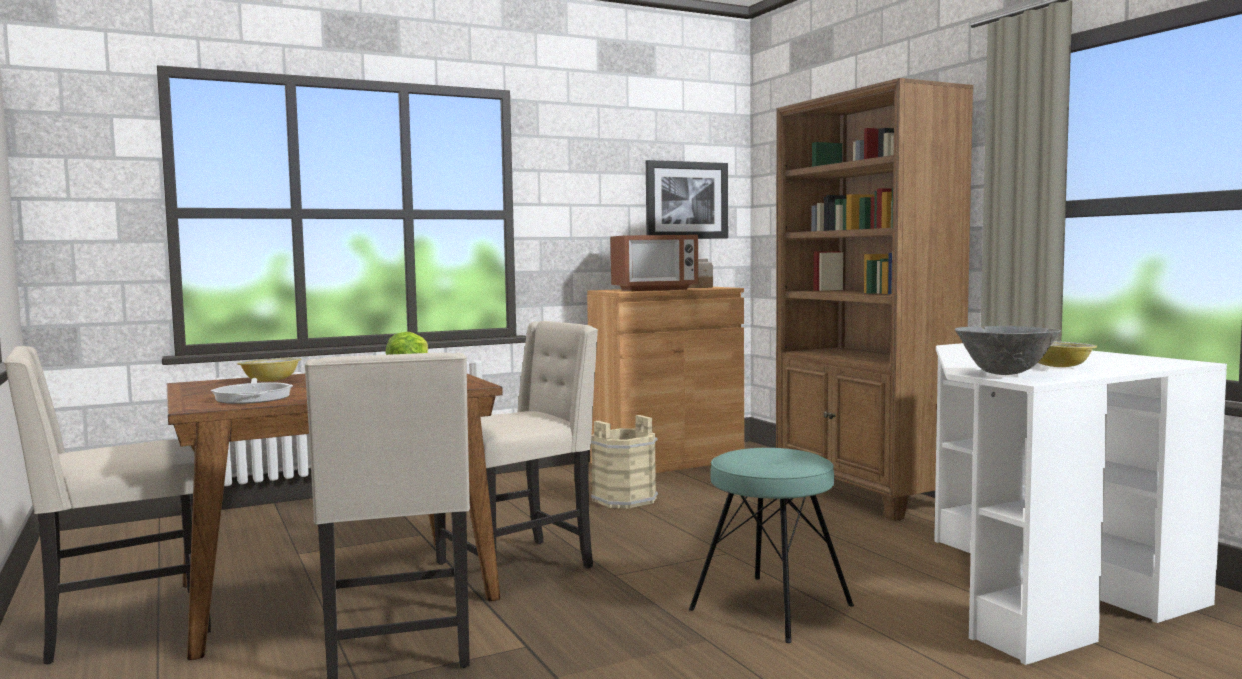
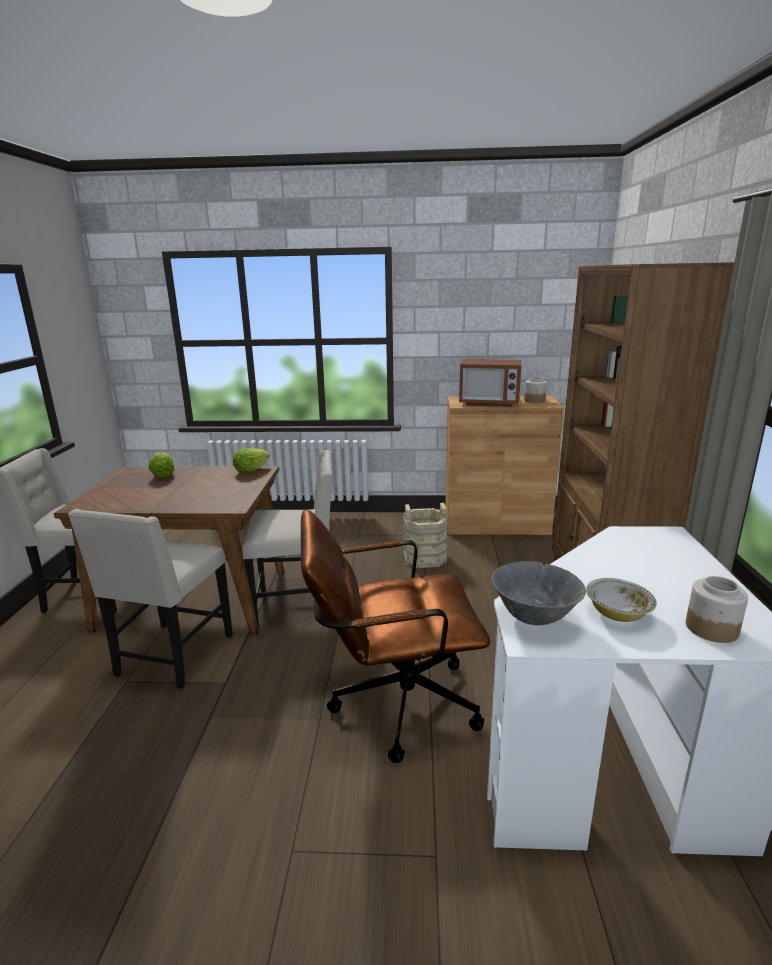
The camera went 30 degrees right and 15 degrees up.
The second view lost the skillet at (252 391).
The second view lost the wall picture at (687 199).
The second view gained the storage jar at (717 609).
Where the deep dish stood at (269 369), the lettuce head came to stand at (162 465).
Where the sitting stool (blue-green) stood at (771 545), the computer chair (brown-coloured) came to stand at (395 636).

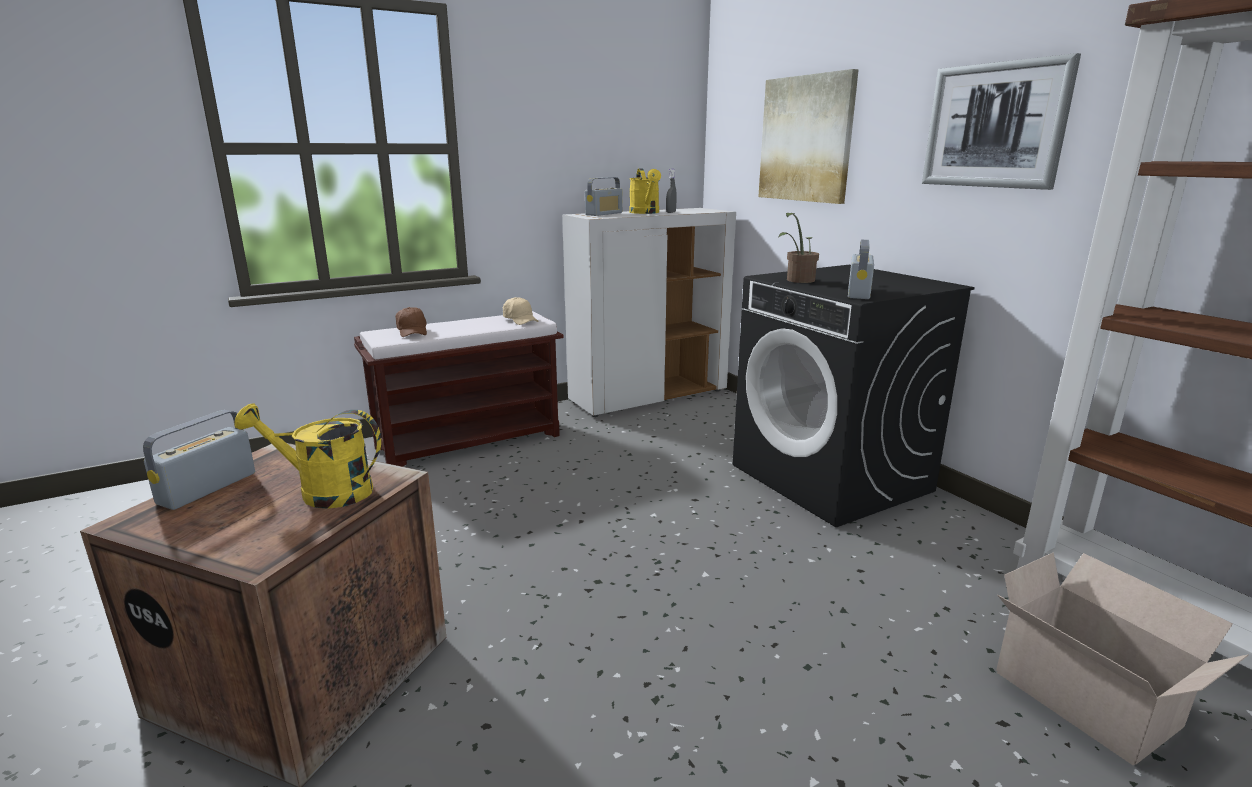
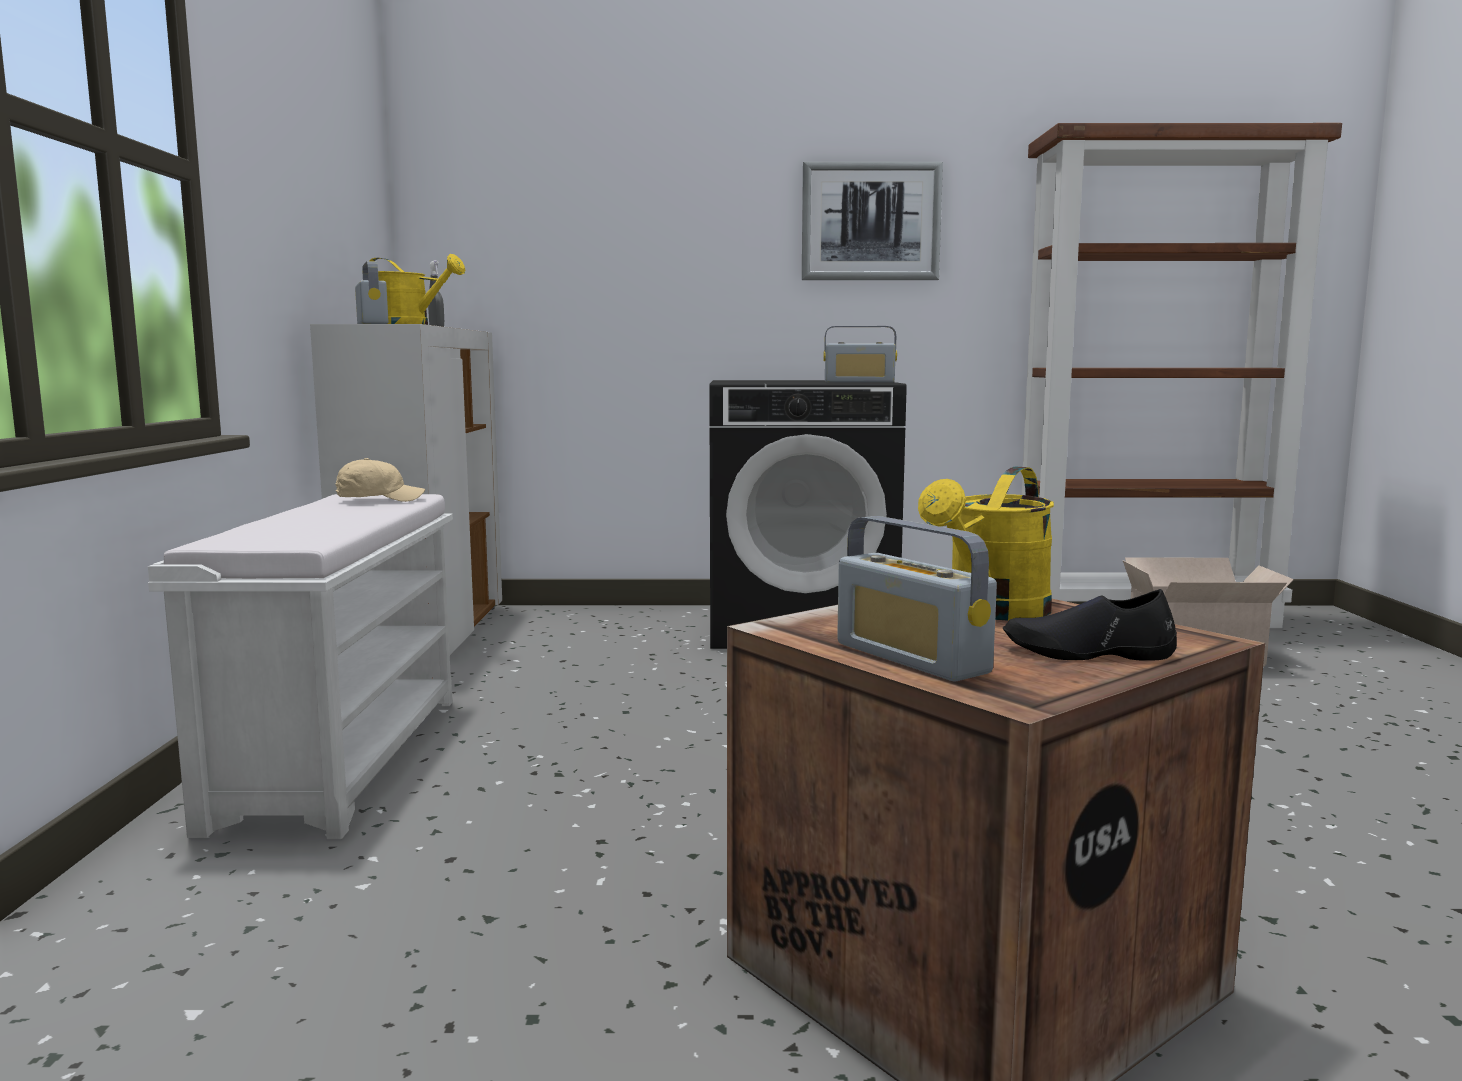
The camera went 60 degrees left and 10 degrees down.
The second view lost the peaked cap (brown-coloured) at (411 322).
The second view lost the wall picture at (808 136).
The second view lost the potted plant at (798 247).
The second view gained the low shoe (black-coloured) at (1090 625).
What was the bench (brown-coloured) at (459 389) turned into the bench (white-coloured) at (300 666).
The radio at (861 269) ended up facing another way, 135 degrees clockwise from before.

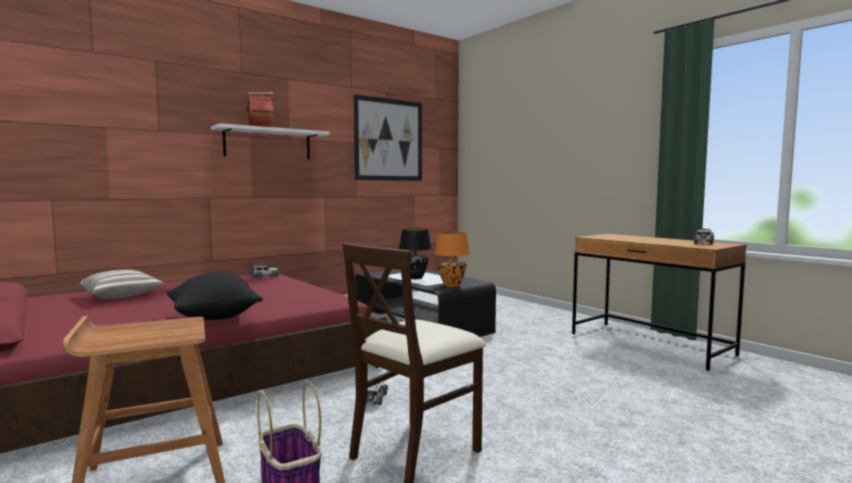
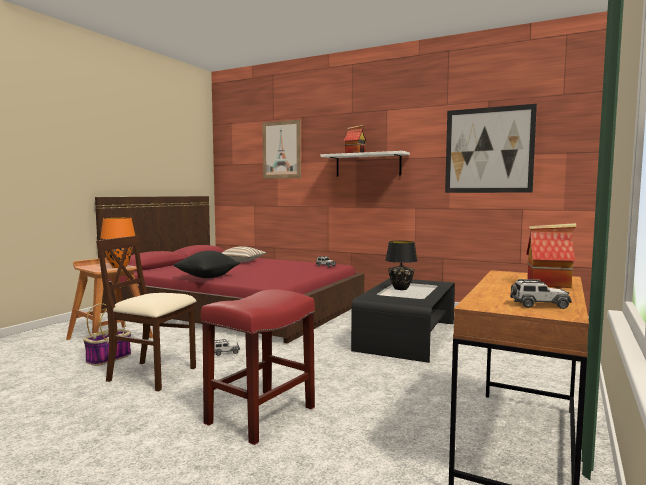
The camera went 65 degrees right and 0 degrees up.
The second view gained the sitting stool (red) at (258 367).
The second view gained the wall picture at (281 149).
The second view gained the toy house at (551 255).
The table lamp (orangey) ended up elsewhere, having gone from (452 259) to (117 243).

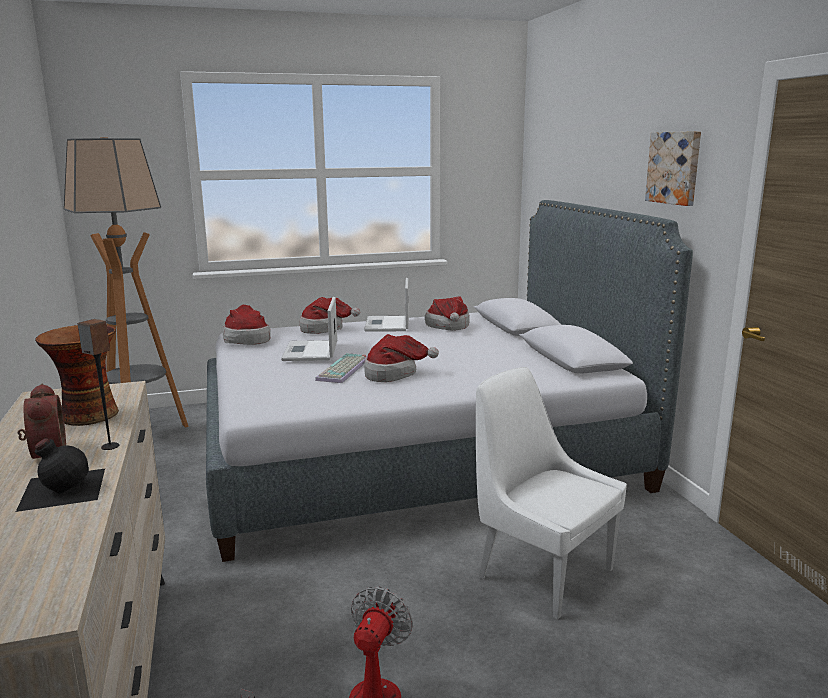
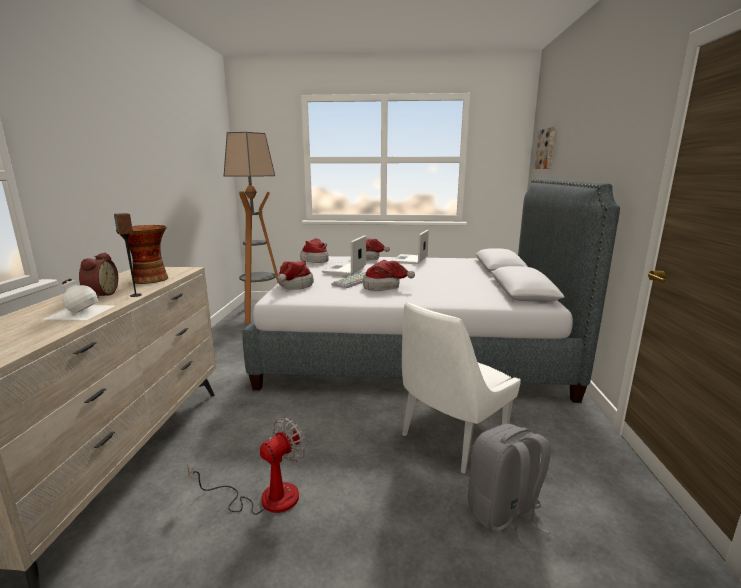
The camera went 20 degrees right and 0 degrees up.
The second view gained the backpack (greyish) at (509 486).
The clothing hat ended up elsewhere, having gone from (447 313) to (296 275).
The wall picture ended up elsewhere, having gone from (673 168) to (544 148).
What was the beverage bottle (black-coloured) at (60 475) turned into the beverage bottle (white-coloured) at (80 299).
The plain chair (white-coloured) at (551 493) ended up facing another way, 105 degrees counterclockwise from before.

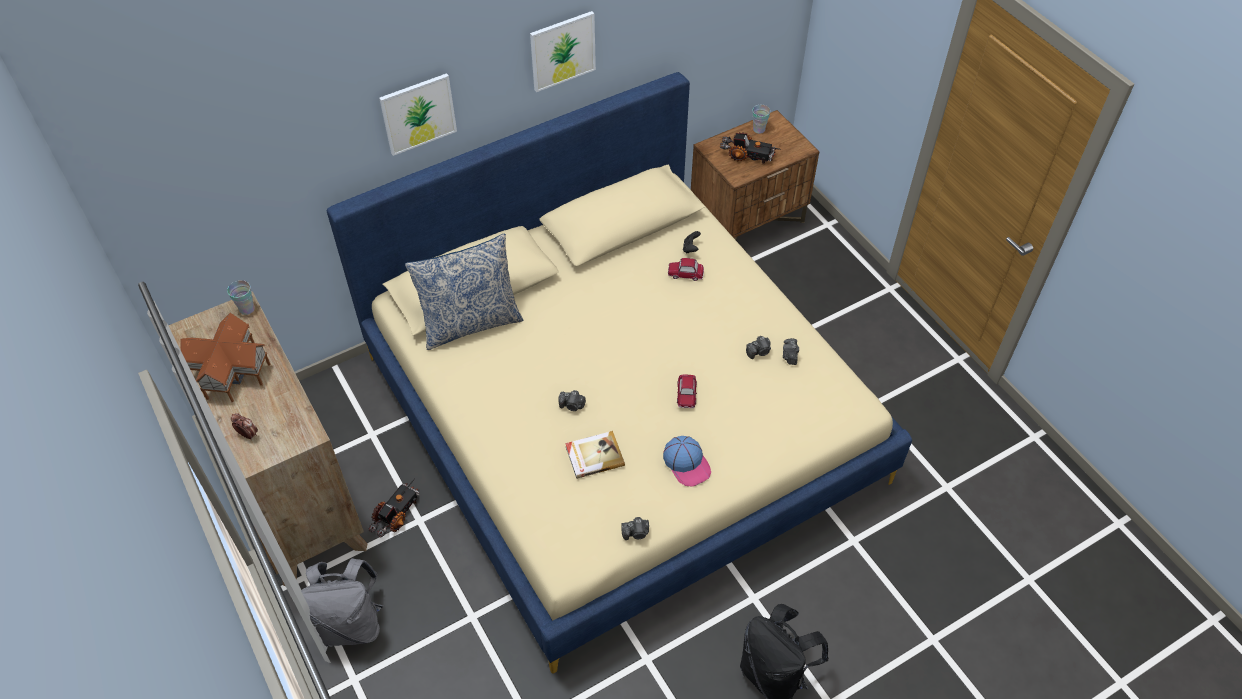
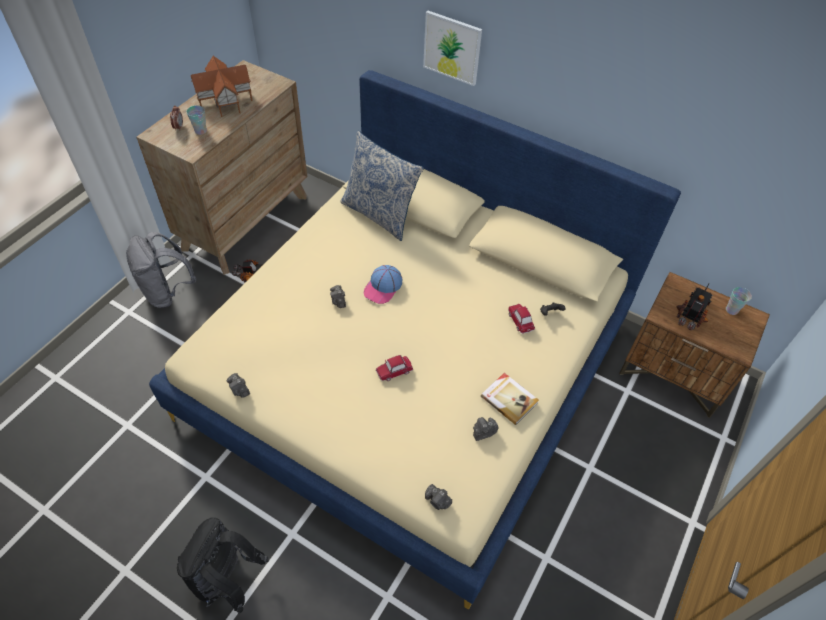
The camera went 60 degrees right and 0 degrees up.
The second view lost the wall picture at (563 51).
The cup ended up elsewhere, having gone from (241 297) to (196 120).
The bound book ended up elsewhere, having gone from (595 455) to (510 399).
The peaked cap ended up elsewhere, having gone from (687 461) to (383 284).
The still camera ended up elsewhere, having gone from (758 347) to (438 497).
The toy truck at (750 148) ended up facing another way, 135 degrees counterclockwise from before.

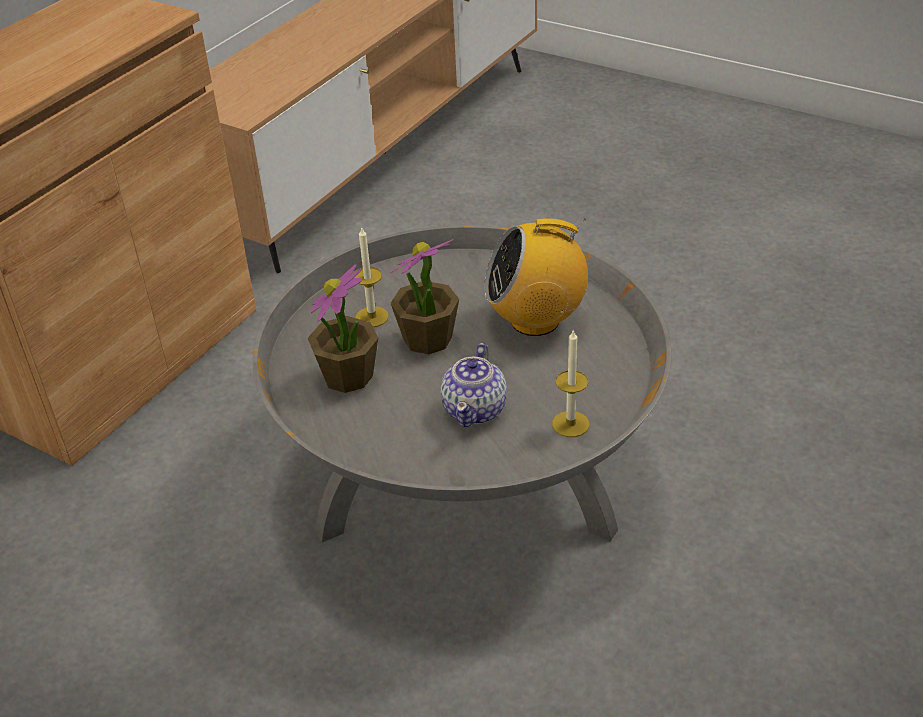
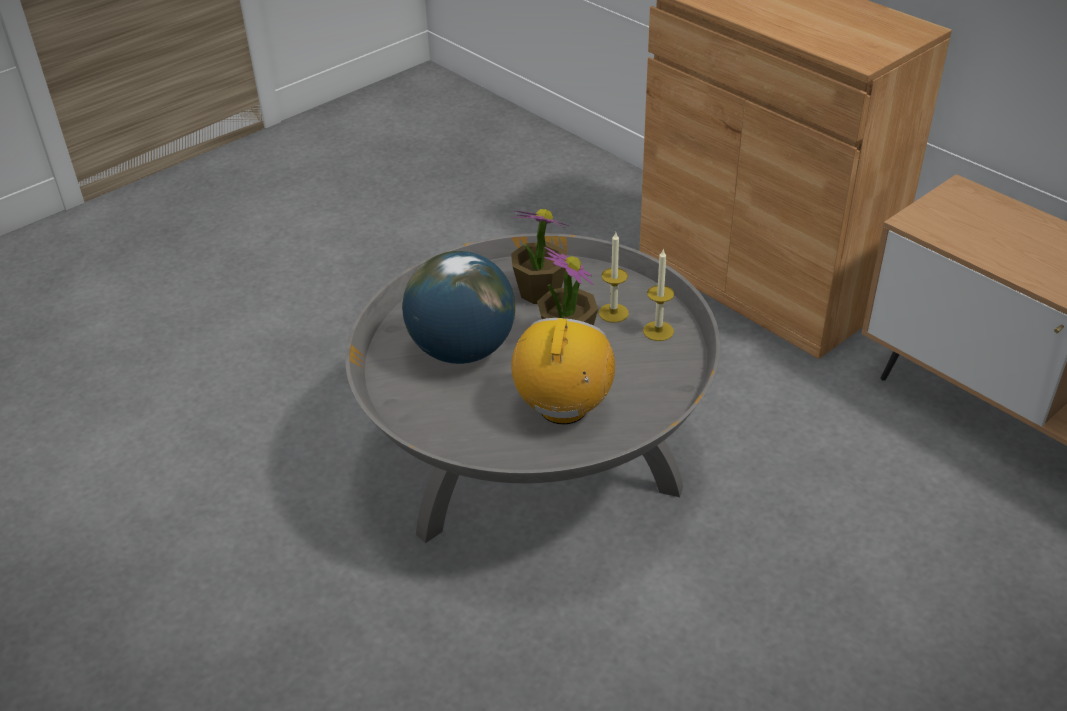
The camera went 105 degrees right and 0 degrees up.
The candle ended up elsewhere, having gone from (570 384) to (658 295).
Where the teapot stood at (473 385), the world globe came to stand at (458 307).

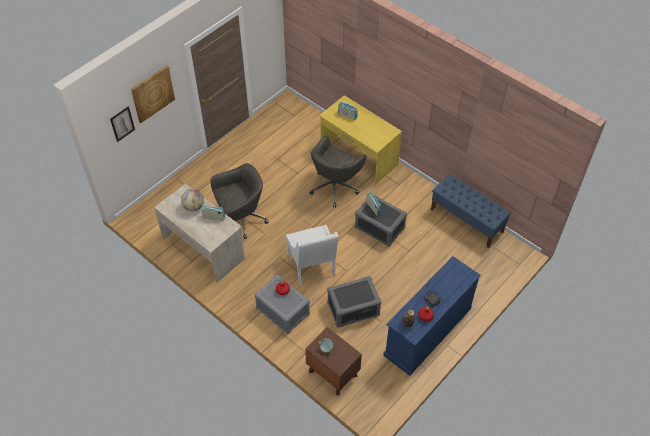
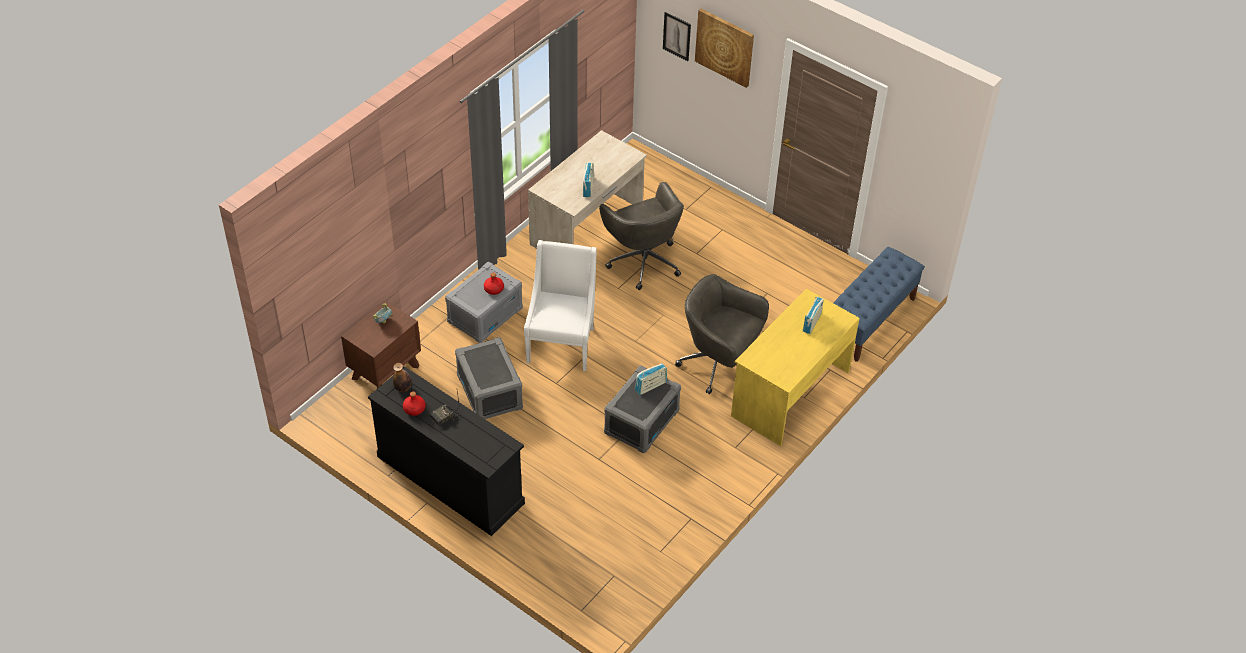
The camera went 85 degrees right and 5 degrees down.
The second view lost the world globe at (192 200).
The bench (blue) ended up elsewhere, having gone from (471 211) to (879 304).
What was the chest of drawers (blue) at (432 316) turned into the chest of drawers (black-coloured) at (446 451).
The armchair (white-coloured) at (312 255) ended up facing another way, 120 degrees clockwise from before.

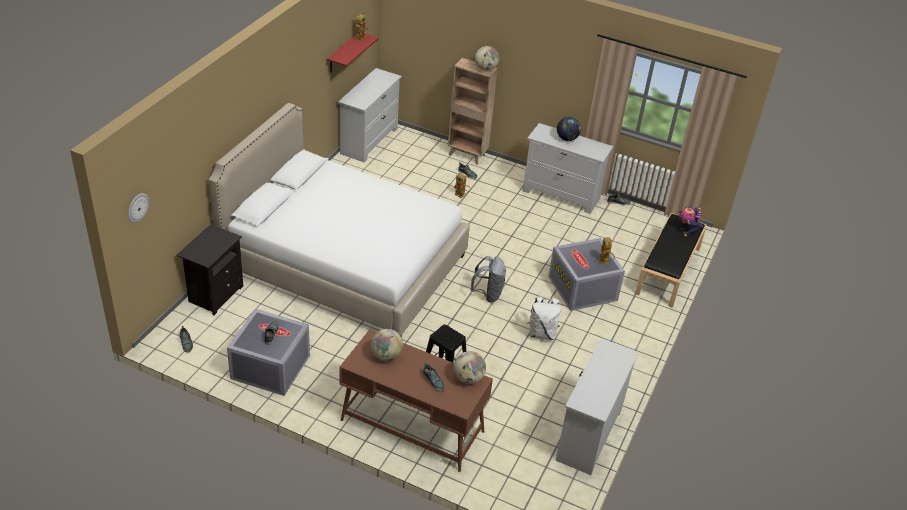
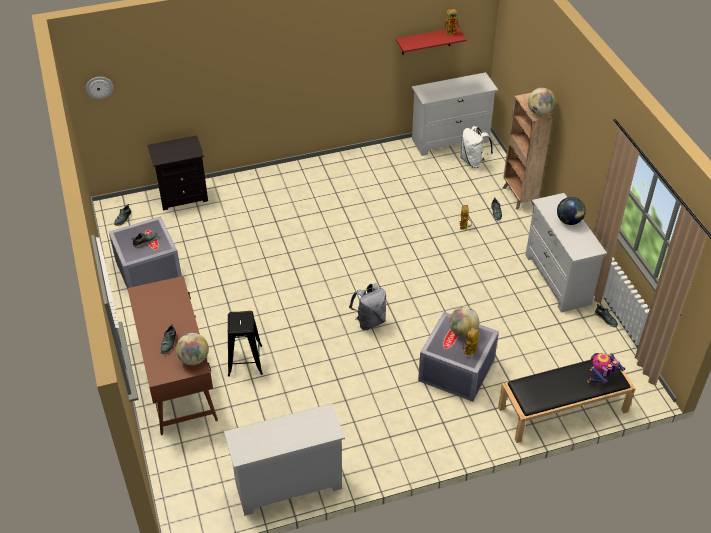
The camera went 50 degrees right and 5 degrees up.
The second view lost the bedroom bed (white-coloured) at (339 220).
The world globe ended up elsewhere, having gone from (387 345) to (464 322).
The backpack (white-coloured) ended up elsewhere, having gone from (544 318) to (476 147).

